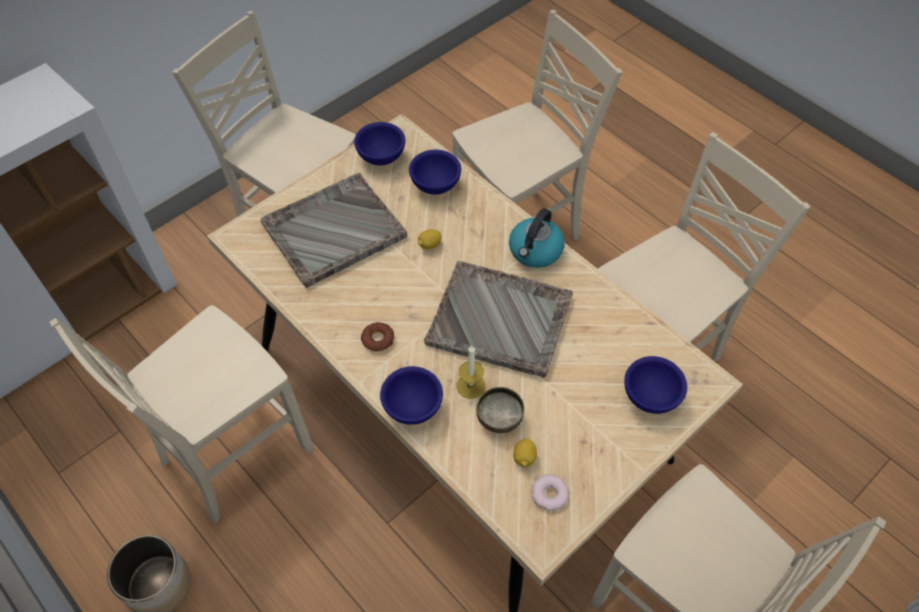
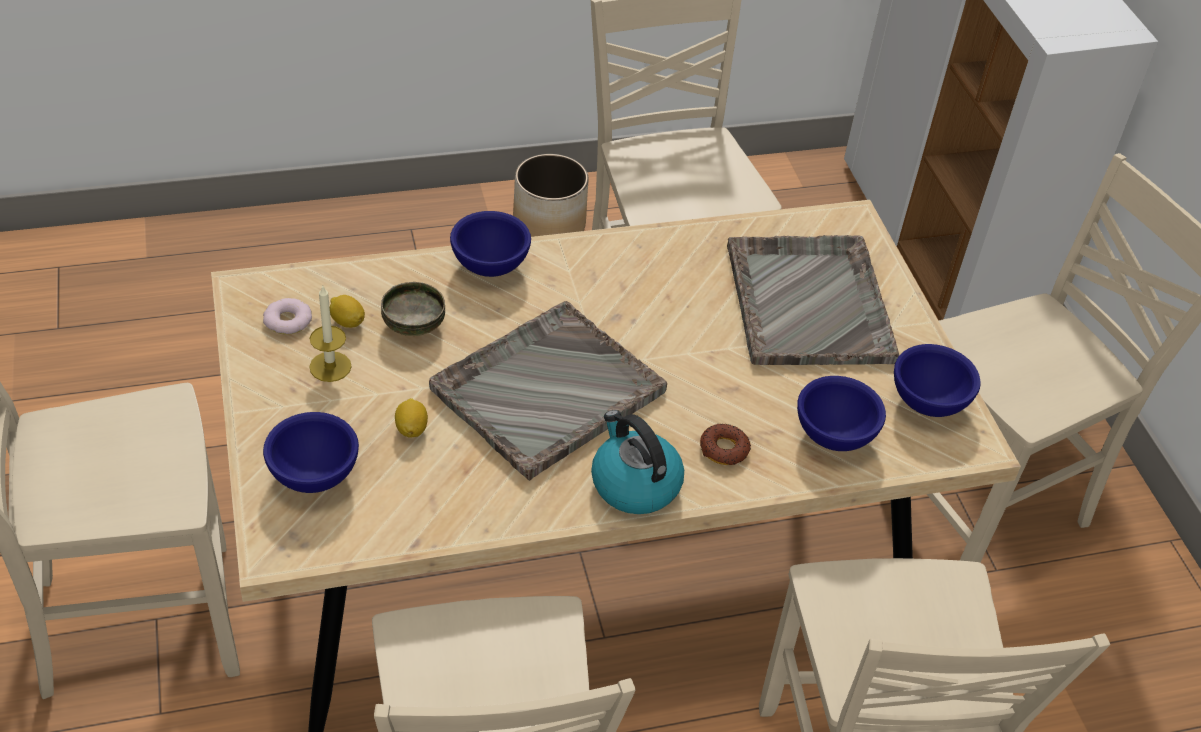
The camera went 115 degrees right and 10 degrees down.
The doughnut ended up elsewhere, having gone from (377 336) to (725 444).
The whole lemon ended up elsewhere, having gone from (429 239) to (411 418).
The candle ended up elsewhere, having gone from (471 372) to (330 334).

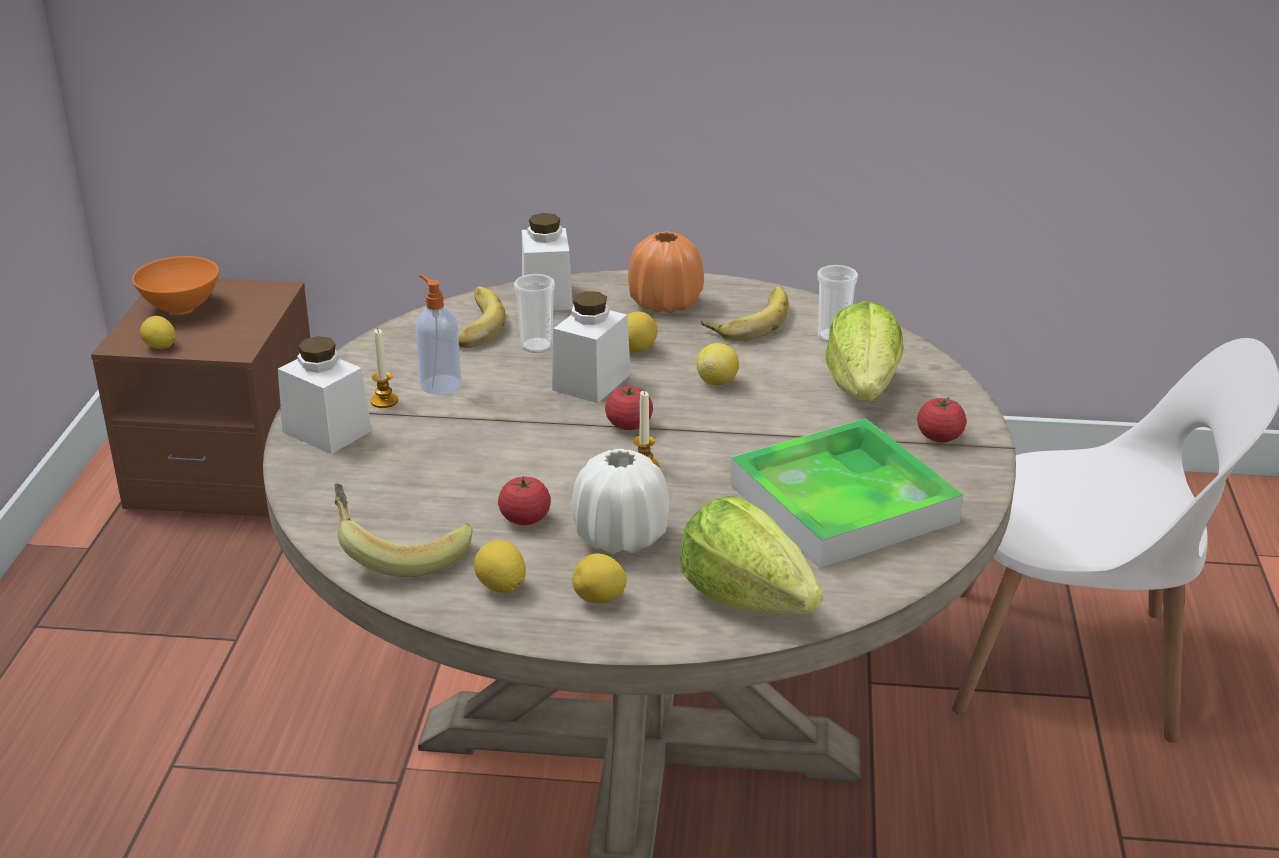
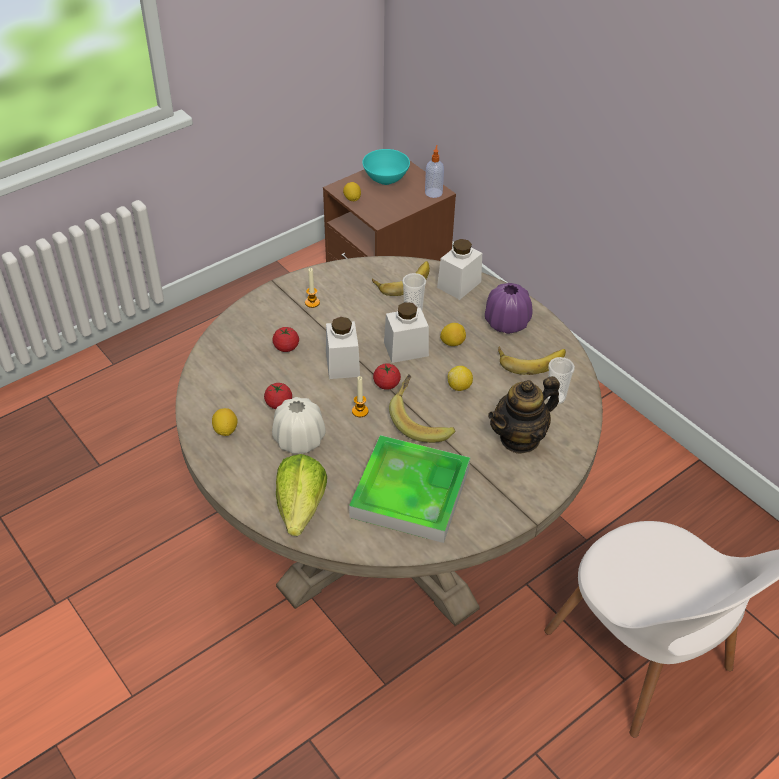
The camera went 45 degrees right and 15 degrees up.
The second view lost the whole lemon at (599 578).
The storage jar (white-coloured) ended up elsewhere, having gone from (325 395) to (343 348).
The banana fruit ended up elsewhere, having gone from (404 530) to (422 408).
The liquid soap bottle ended up elsewhere, having gone from (438 335) to (434 171).
The whole tomato ended up elsewhere, having gone from (941 420) to (286 339).
Where the lettuce head stood at (865 351), the teapot came to stand at (524 415).
What was the deep dish (orangey) at (175 285) turned into the deep dish (blue-green) at (386 167).
What was the vase (orangey) at (666 272) turned into the vase (purple) at (508 308).

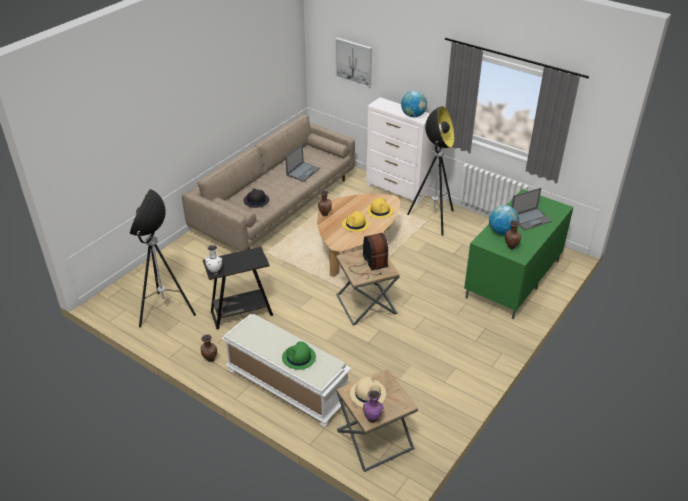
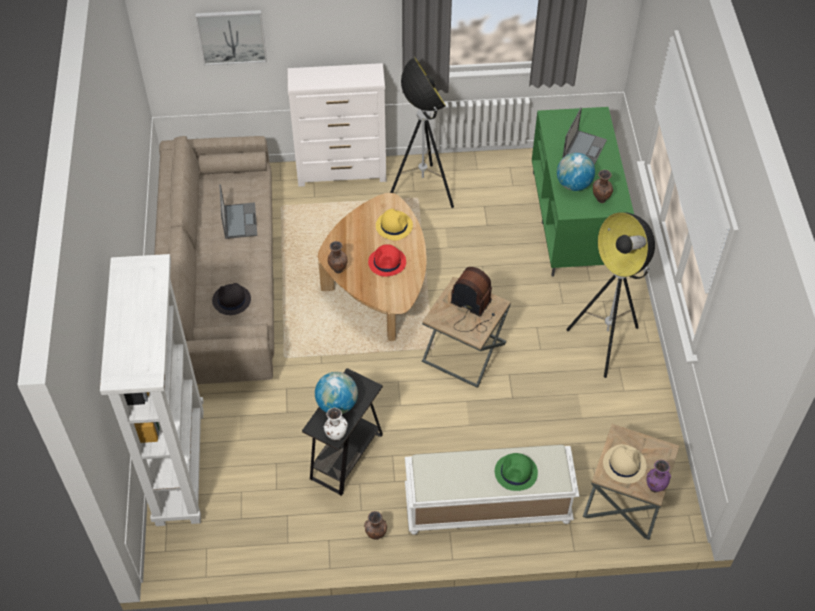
The camera went 40 degrees left and 15 degrees up.
The second view gained the shelving unit (white-coloured) at (152 390).
The floor lamp ended up elsewhere, having gone from (163 258) to (610 295).
The world globe ended up elsewhere, having gone from (414 104) to (336 393).
What was the clothing hat (yellow) at (355 221) turned into the clothing hat (red) at (387 260).

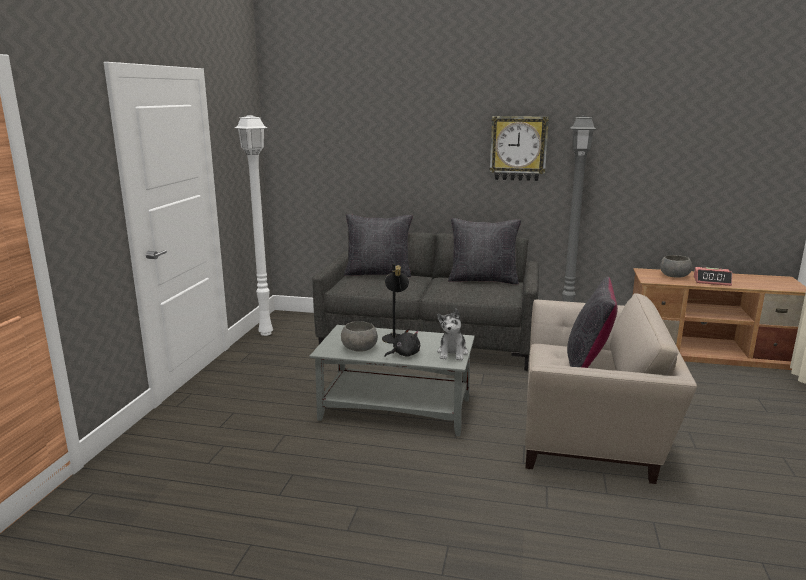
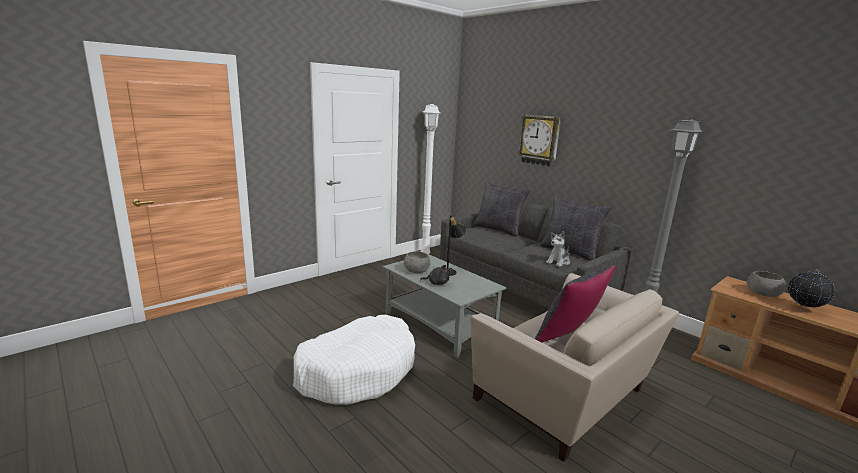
The camera went 35 degrees right and 0 degrees up.
The second view gained the dog bed (white-coloured) at (354 360).
The cuddly toy ended up elsewhere, having gone from (452 335) to (558 249).
The hanging clock ended up elsewhere, having gone from (519 148) to (539 140).
Where the bedside clock stood at (713 276), the world globe came to stand at (811 290).

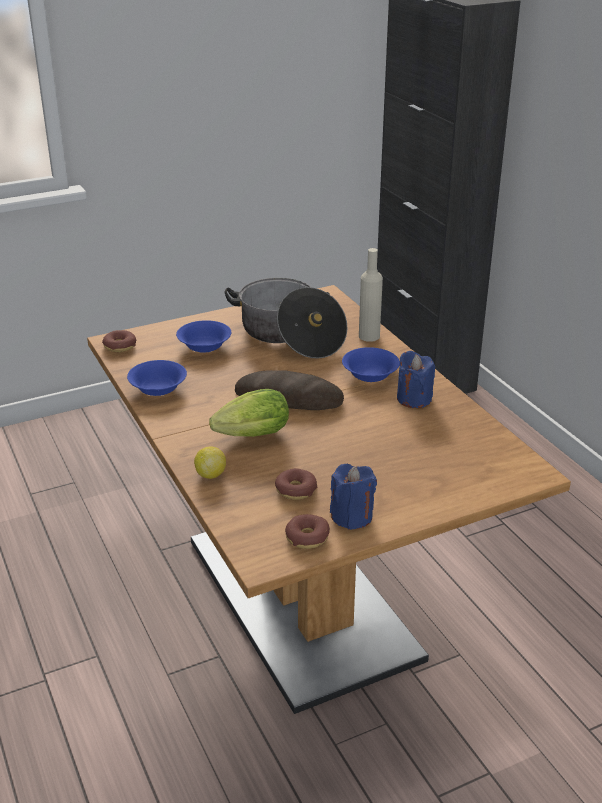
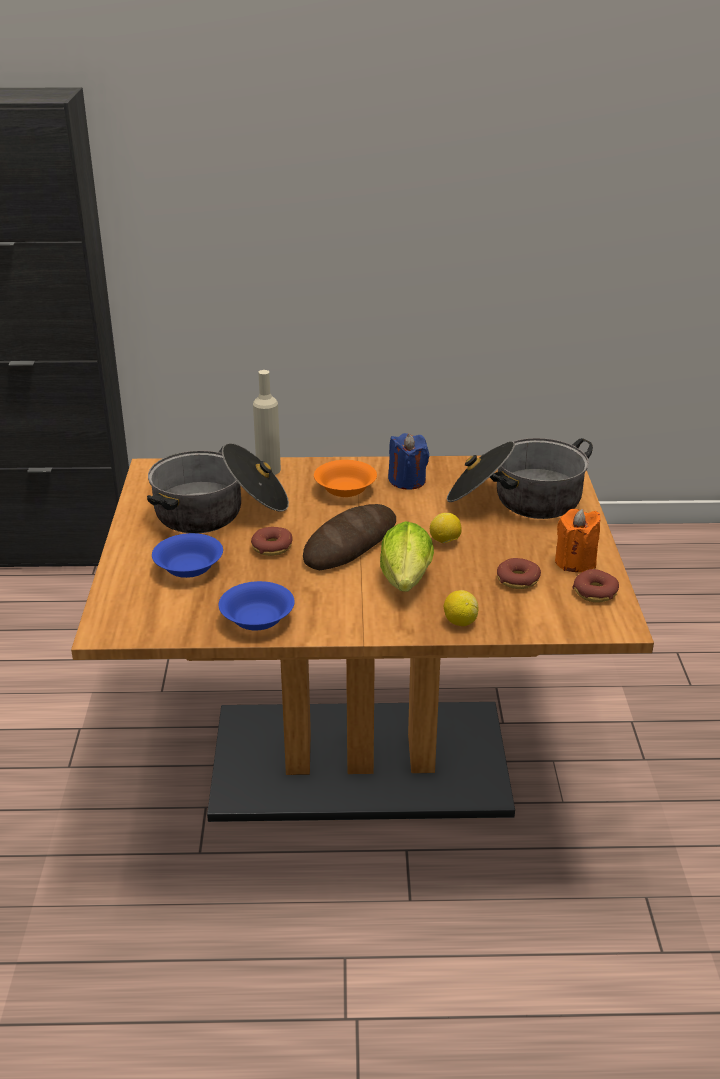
The camera went 65 degrees left and 0 degrees up.
The second view gained the whole lemon at (446 528).
The second view gained the saucepot at (520 478).
The doughnut ended up elsewhere, having gone from (119 341) to (272 541).
What was the candle (blue) at (353 497) turned into the candle (orangey) at (578 540).
What was the deep dish (blue) at (371 364) turned into the deep dish (orangey) at (345 478).

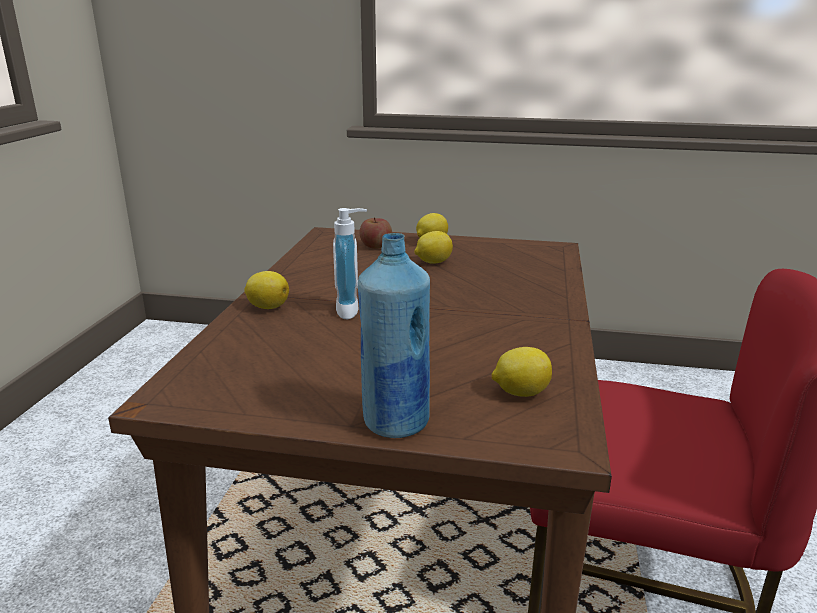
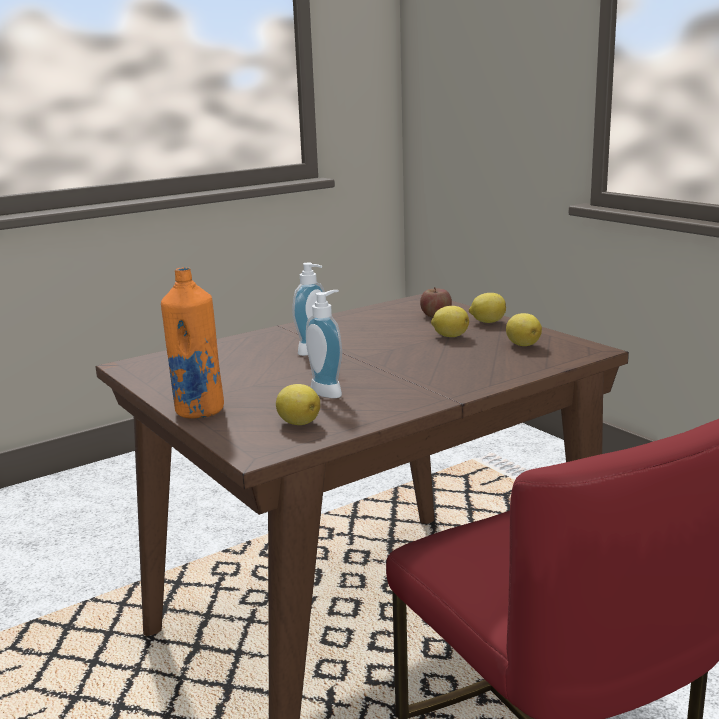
The camera went 45 degrees right and 5 degrees down.
The second view gained the liquid soap bottle at (324 344).
The whole lemon ended up elsewhere, having gone from (266 290) to (524 329).
What was the beverage bottle (blue) at (394 335) turned into the beverage bottle (orangey) at (192 342).

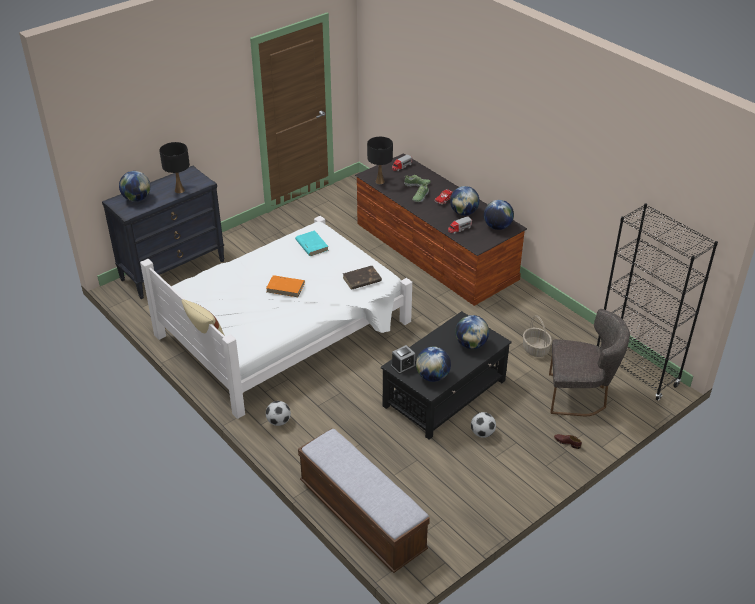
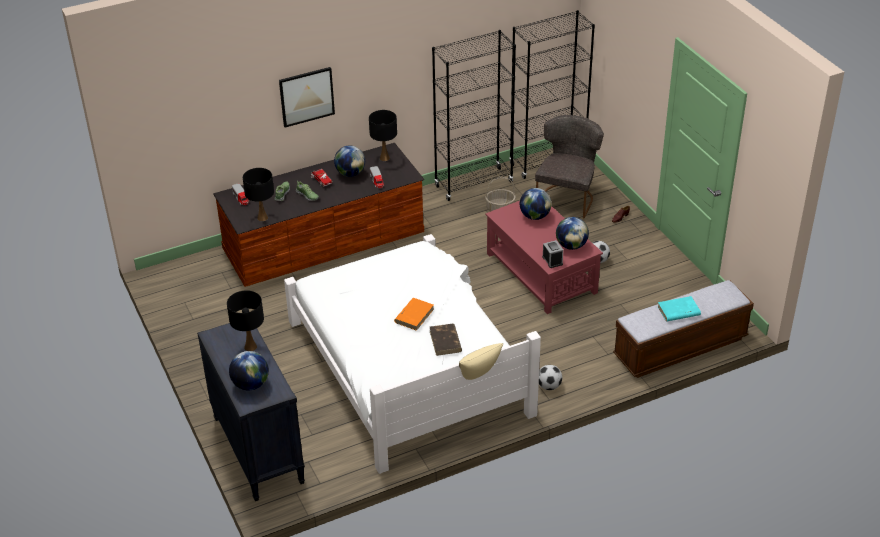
The camera went 75 degrees left and 0 degrees up.
The second view gained the wall picture at (307 97).
The second view gained the shelving unit (black-coloured) at (474 115).
The bound book (blue-green) ended up elsewhere, having gone from (312 243) to (679 309).
The bound book (brown-coloured) ended up elsewhere, having gone from (362 278) to (446 340).
Where the world globe stood at (499 215), the table lamp (black-coloured) came to stand at (383 135).
What was the coffee table (black-coloured) at (446 375) turned into the coffee table (red) at (544 257).

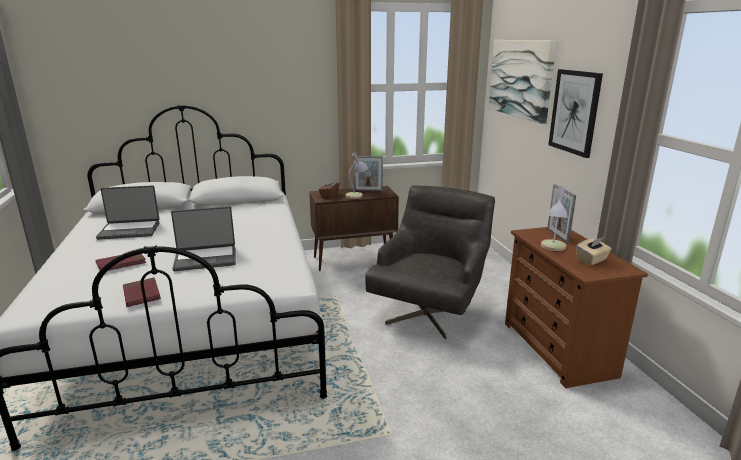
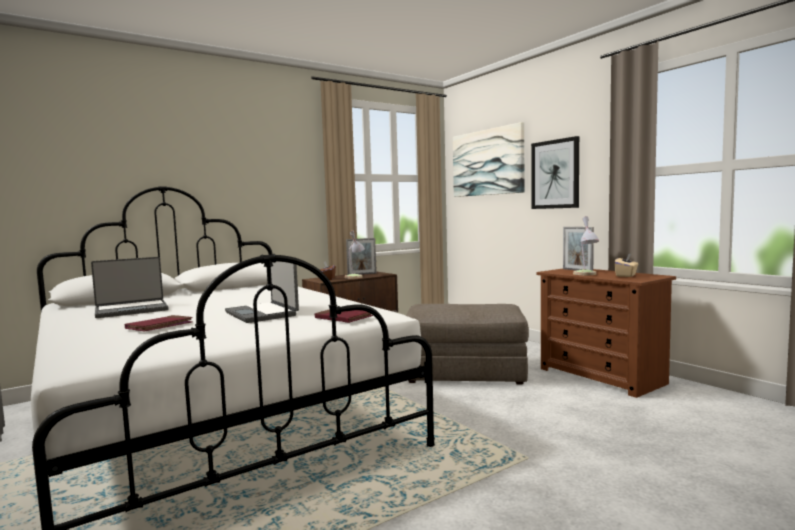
The camera went 20 degrees left and 15 degrees down.
The bound book (red) ended up elsewhere, having gone from (142 292) to (344 316).
Where the armchair (greyish) stood at (430 262), the footrest (greyish) came to stand at (467 344).
The notebook computer at (203 238) ended up facing another way, 90 degrees clockwise from before.

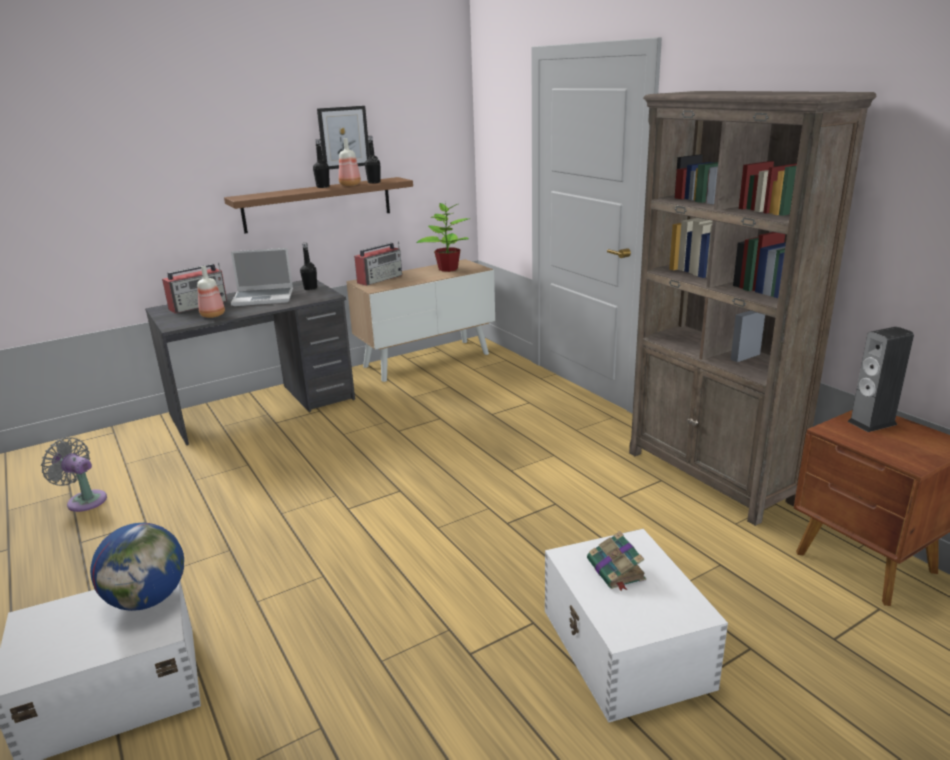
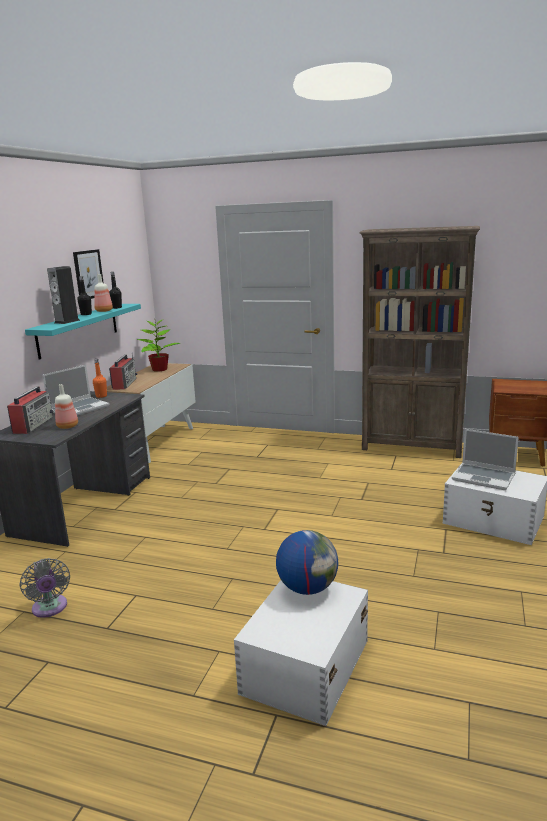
The camera went 40 degrees left and 5 degrees down.
The speaker ended up elsewhere, having gone from (880 379) to (63 295).
Where the bound book stood at (616 561), the notebook computer came to stand at (485 459).
What was the shelf (brown-coloured) at (318 205) turned into the shelf (blue-green) at (83 332).
What was the beverage bottle (black-coloured) at (308 266) turned into the beverage bottle (orangey) at (100 378).
The fan (greyish) at (74 474) ended up facing another way, 105 degrees counterclockwise from before.

